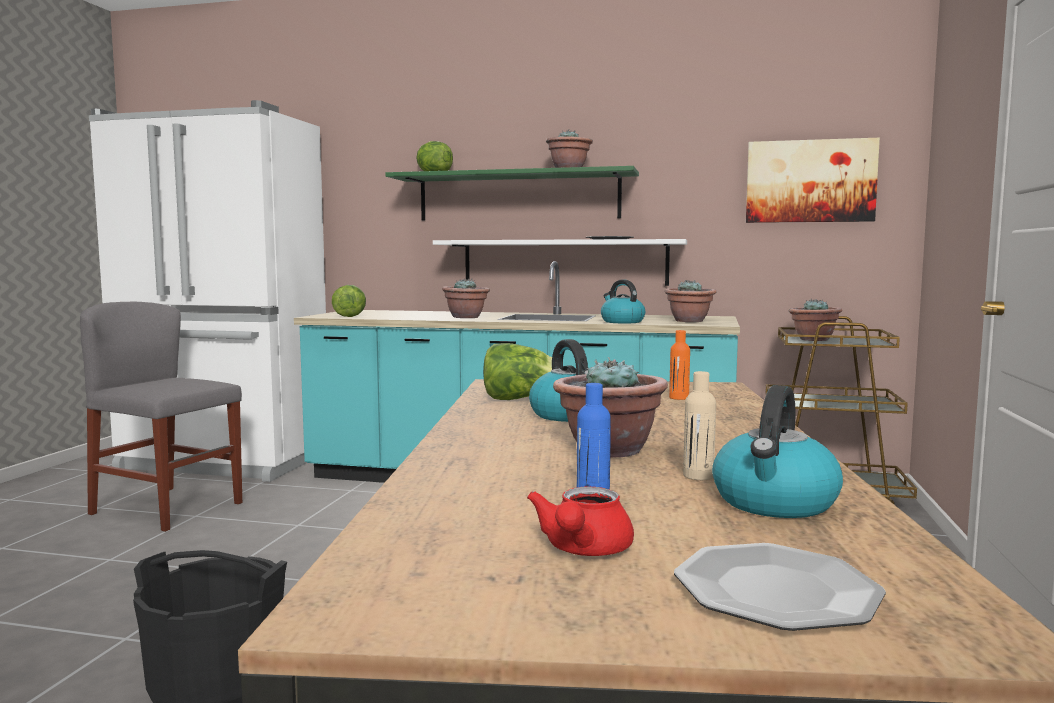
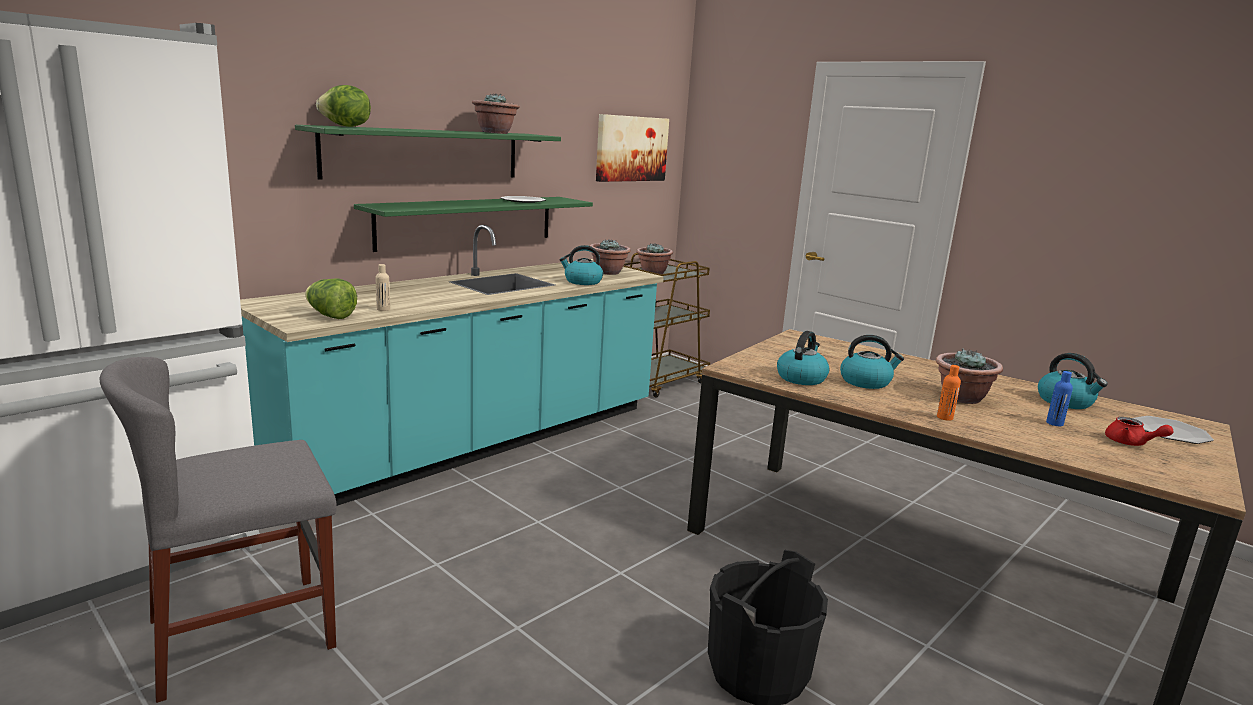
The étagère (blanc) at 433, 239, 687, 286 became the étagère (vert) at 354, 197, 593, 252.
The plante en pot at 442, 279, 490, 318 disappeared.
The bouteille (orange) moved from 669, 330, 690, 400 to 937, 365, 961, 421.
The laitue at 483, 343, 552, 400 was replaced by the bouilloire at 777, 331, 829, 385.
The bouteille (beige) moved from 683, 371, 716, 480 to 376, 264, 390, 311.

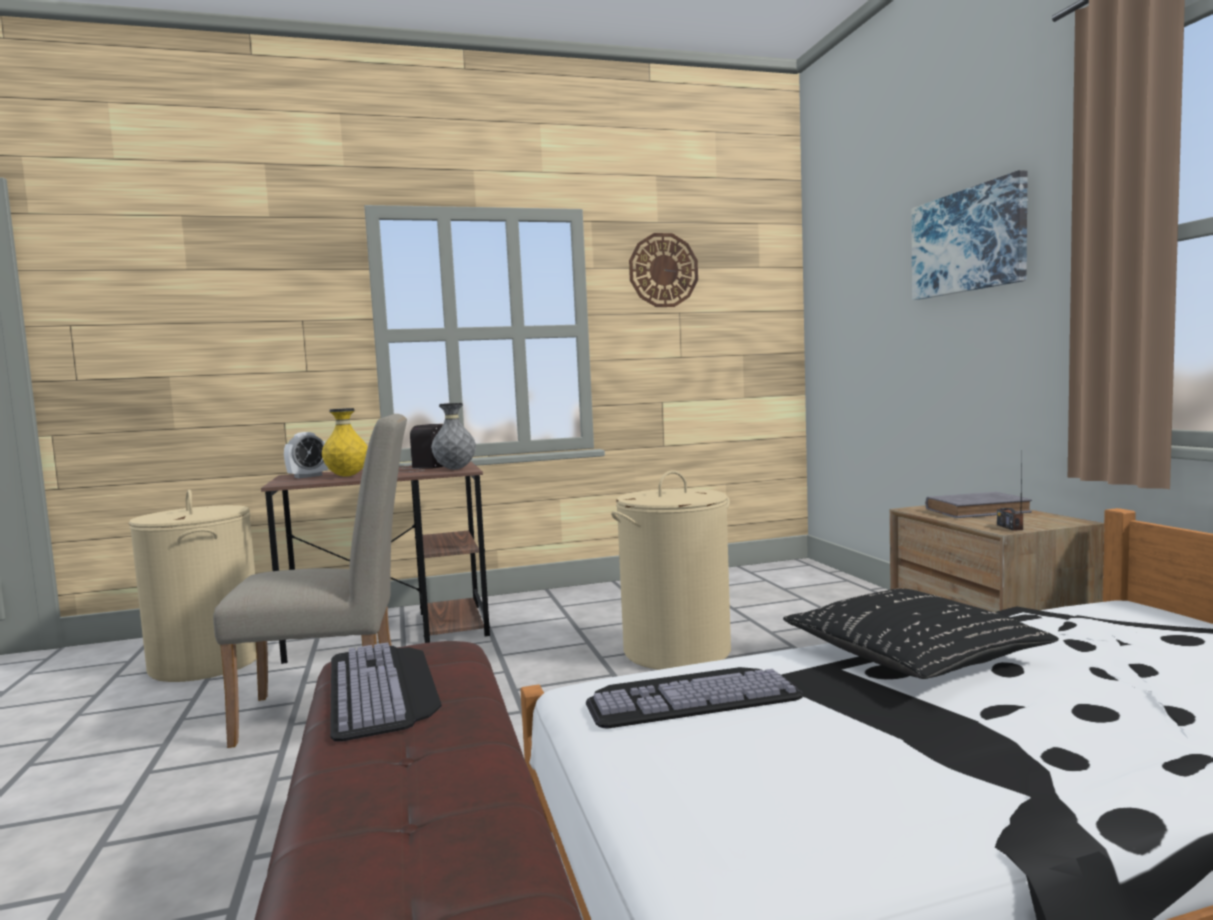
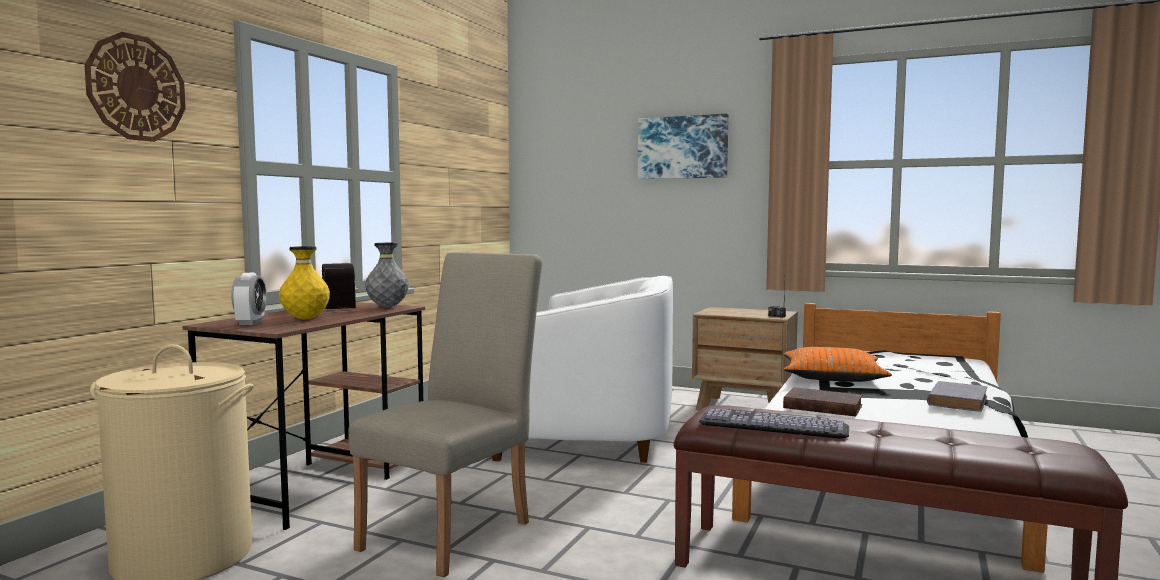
The horloge murale moved from 629, 233, 698, 307 to 84, 32, 186, 142.
The panier à linge (beige) at 611, 470, 731, 670 was replaced by the fauteuil (blanc) at 492, 276, 673, 463.
The livre (gris) moved from 926, 492, 1032, 518 to 927, 381, 988, 412.
The coussin (noir) at 783, 588, 1059, 679 became the coussin (orange) at 783, 347, 892, 382.
The clavier at 586, 667, 803, 728 was replaced by the livre (marron) at 783, 387, 863, 417.

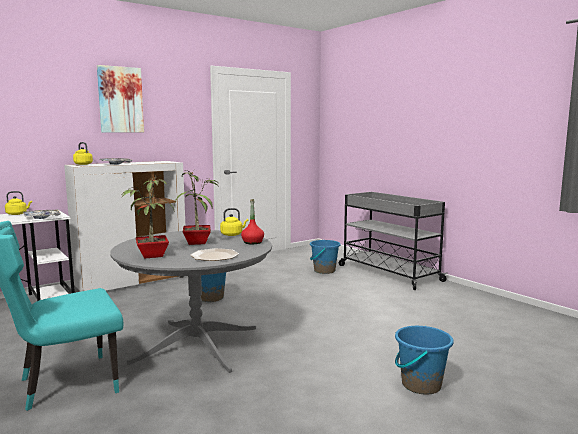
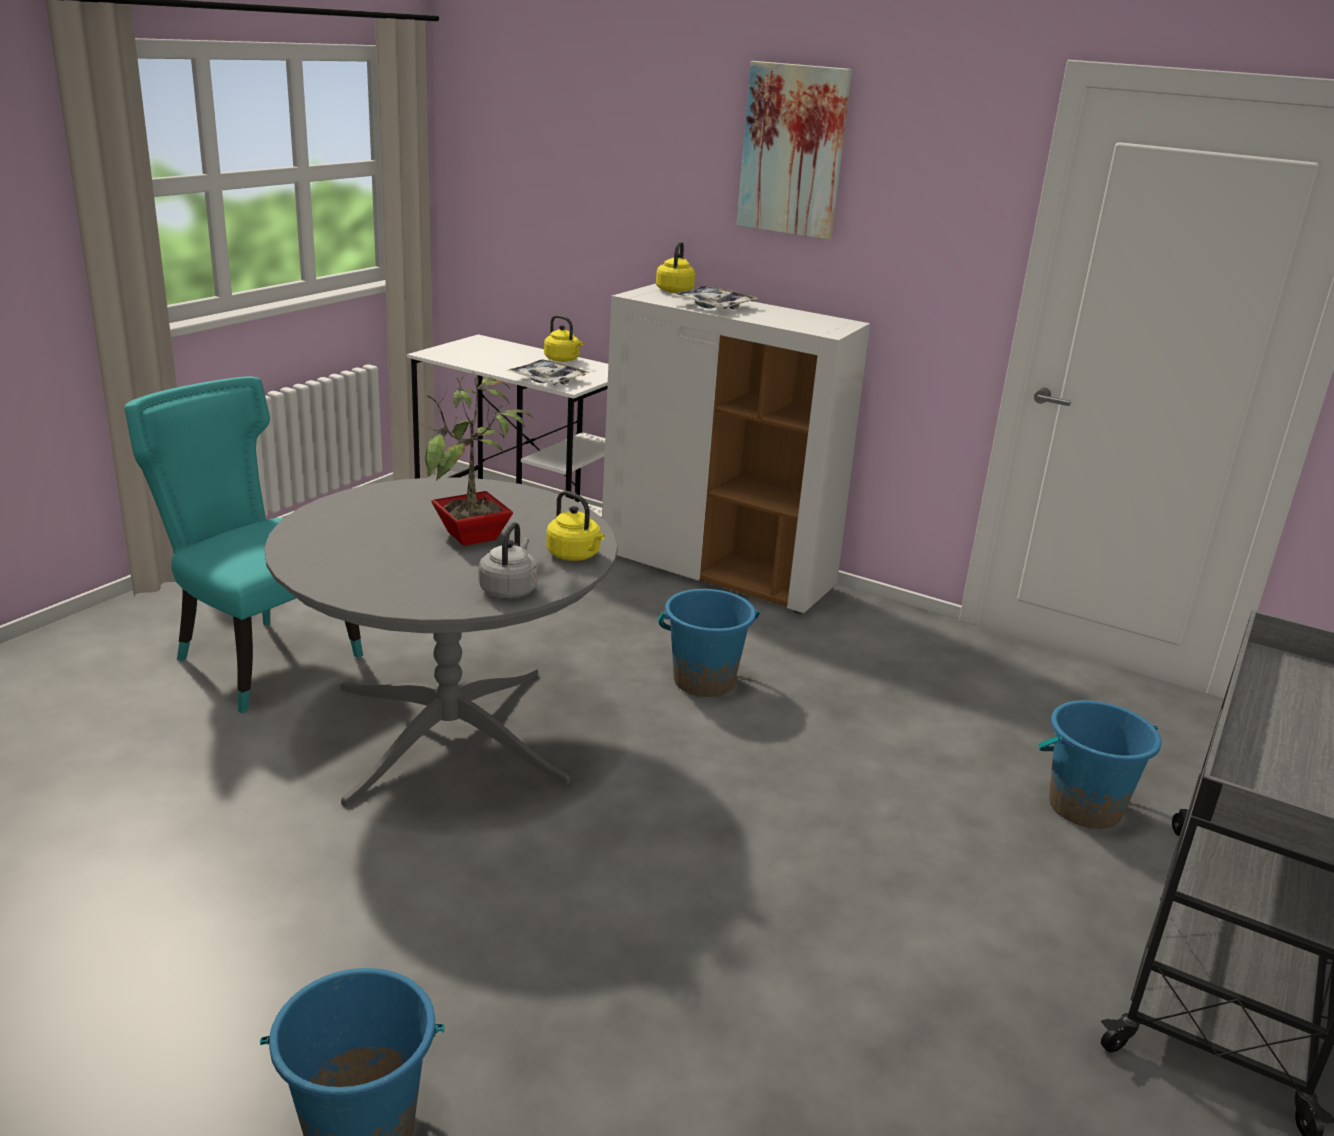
The plante en pot at 121, 175, 175, 259 disappeared.
The bouteille (rouge) at 241, 199, 264, 244 was replaced by the bouilloire (gris) at 479, 522, 538, 599.
The assiette at 190, 248, 239, 261 disappeared.

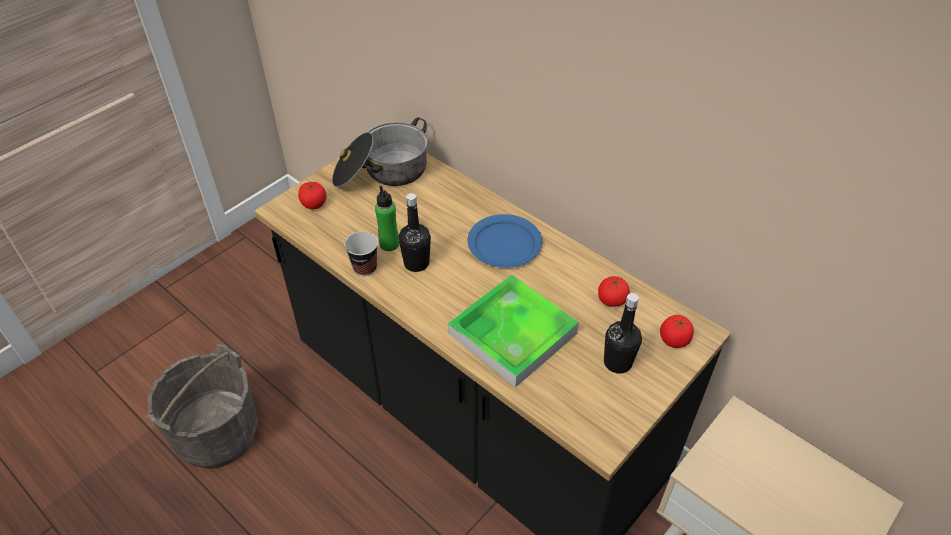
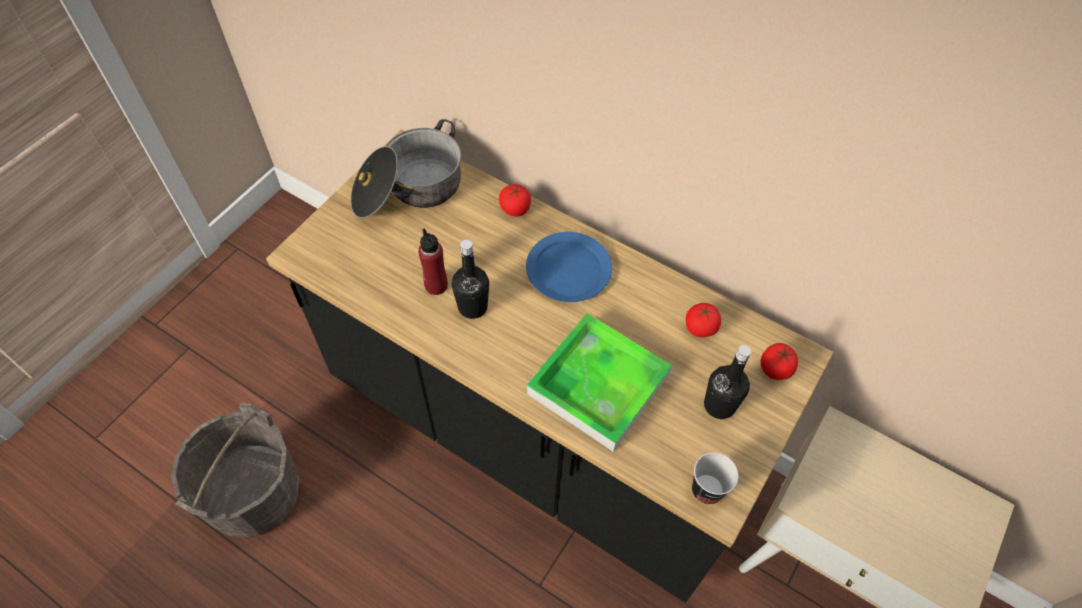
The tomate moved from 298, 182, 326, 210 to 499, 184, 531, 217.
The bouteille (vert) at 375, 186, 399, 251 became the bouteille (rouge) at 418, 228, 448, 295.
The tasse moved from 345, 231, 378, 276 to 692, 452, 738, 504.

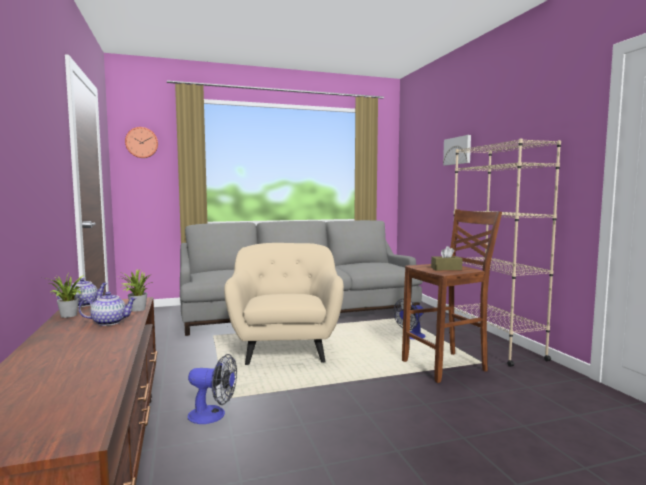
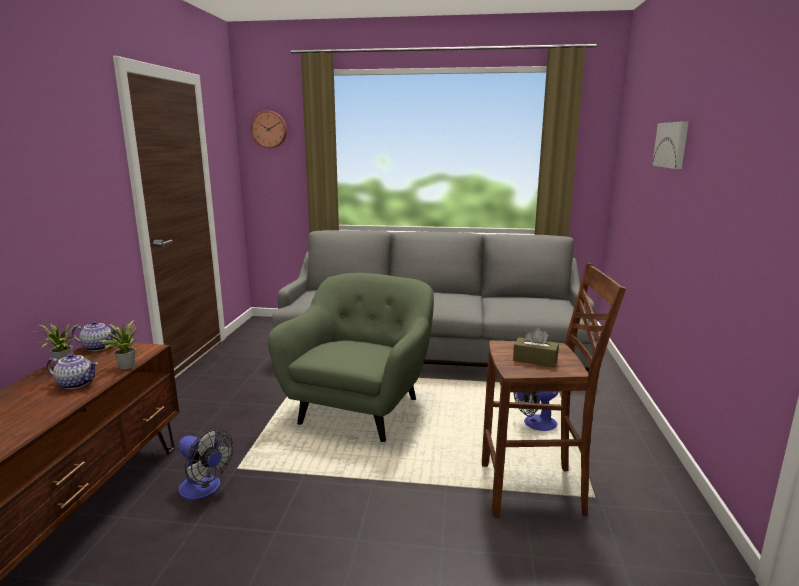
The bibliothèque (beige) at 449, 138, 561, 367 disappeared.
The fauteuil (beige) at 224, 243, 344, 365 became the fauteuil (vert) at 268, 273, 434, 442.

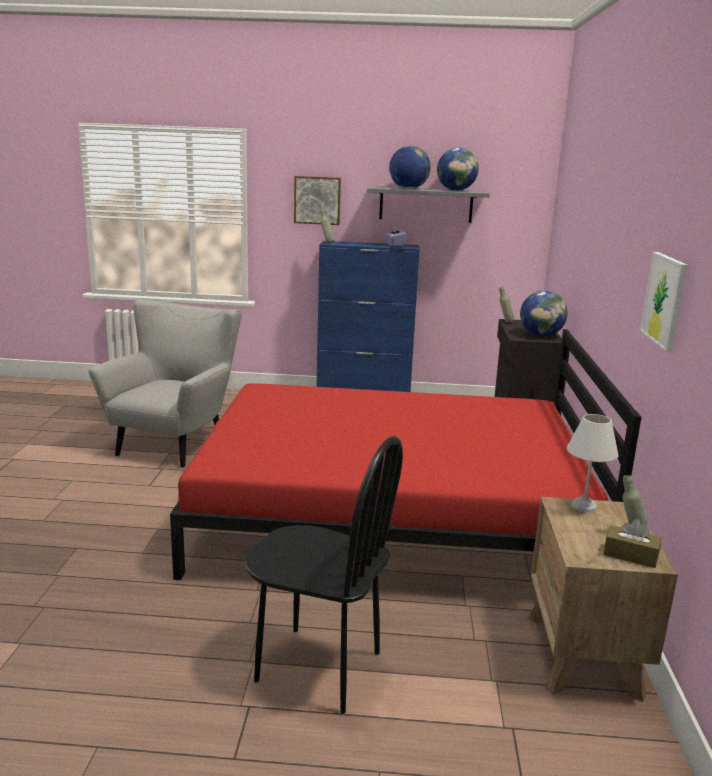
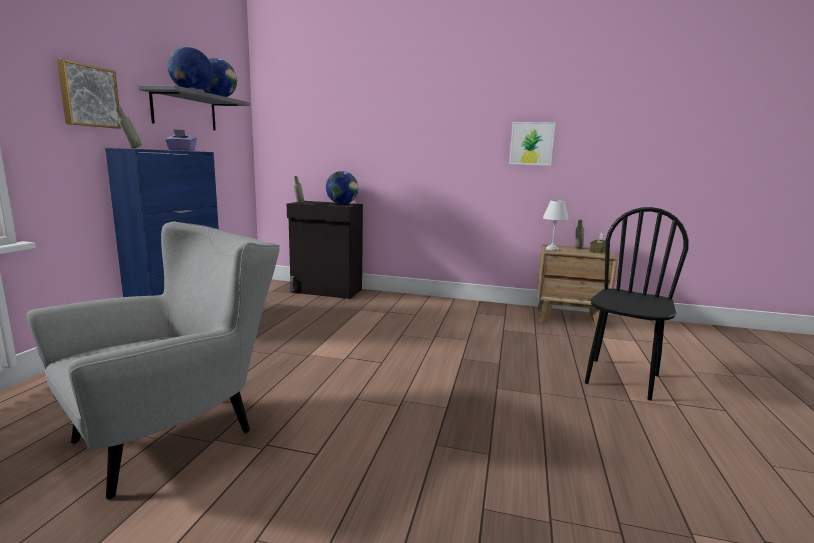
The fauteuil (gris) at 88, 299, 242, 468 turned 105 degrees clockwise.
The lit (rouge) at 170, 329, 642, 580 disappeared.

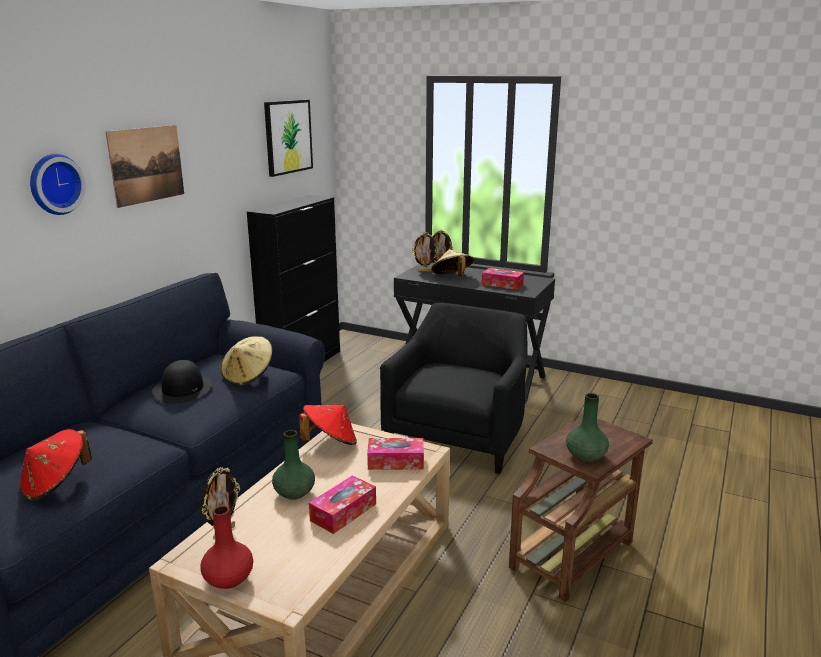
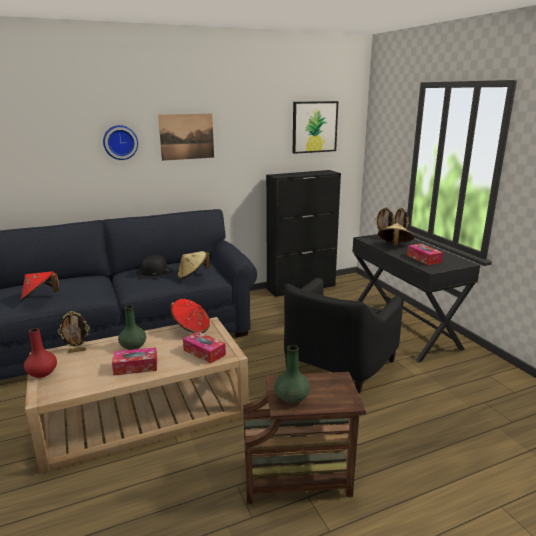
The fauteuil (noir) at 380, 303, 528, 474 turned 150 degrees clockwise.

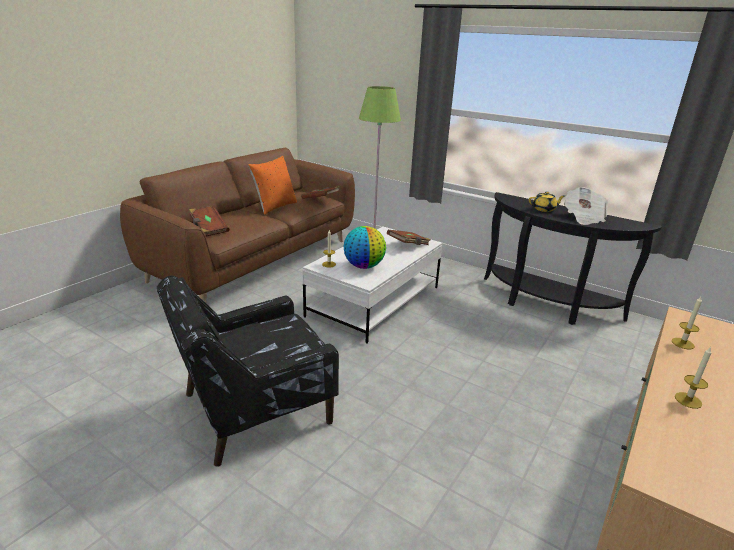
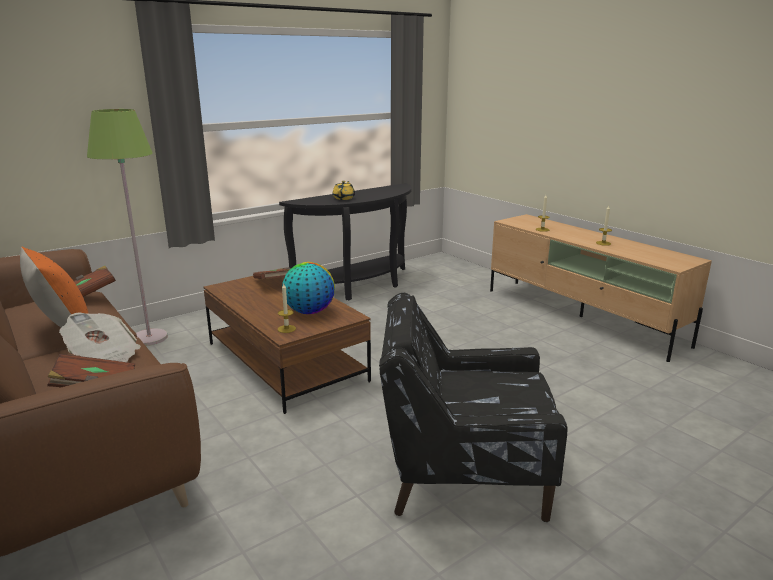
The journal moved from 564, 187, 608, 225 to 59, 312, 141, 362.
The table basse (blanc) at 303, 227, 443, 344 became the table basse (marron) at 204, 276, 371, 414.
The fauteuil (noir) at 156, 275, 339, 467 turned 105 degrees clockwise.

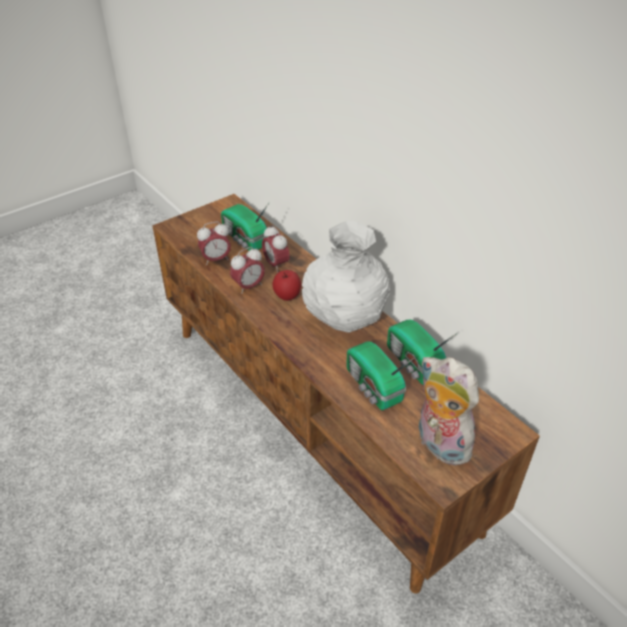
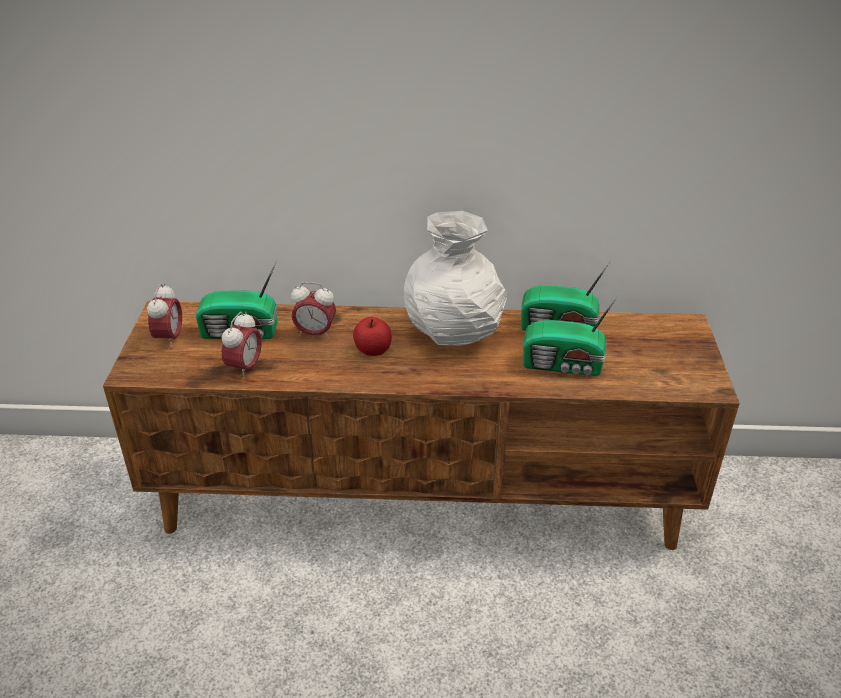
The réveil moved from 230, 247, 265, 294 to 147, 284, 182, 348.
The peluche at 419, 357, 479, 466 disappeared.

